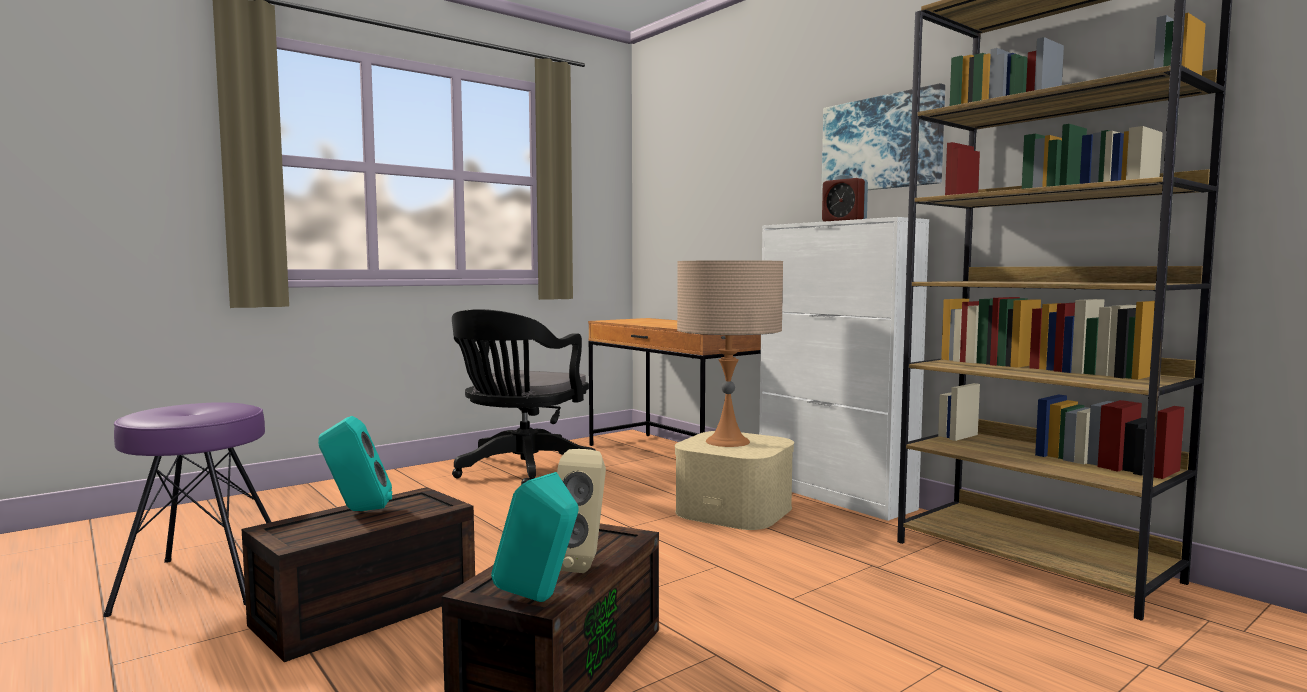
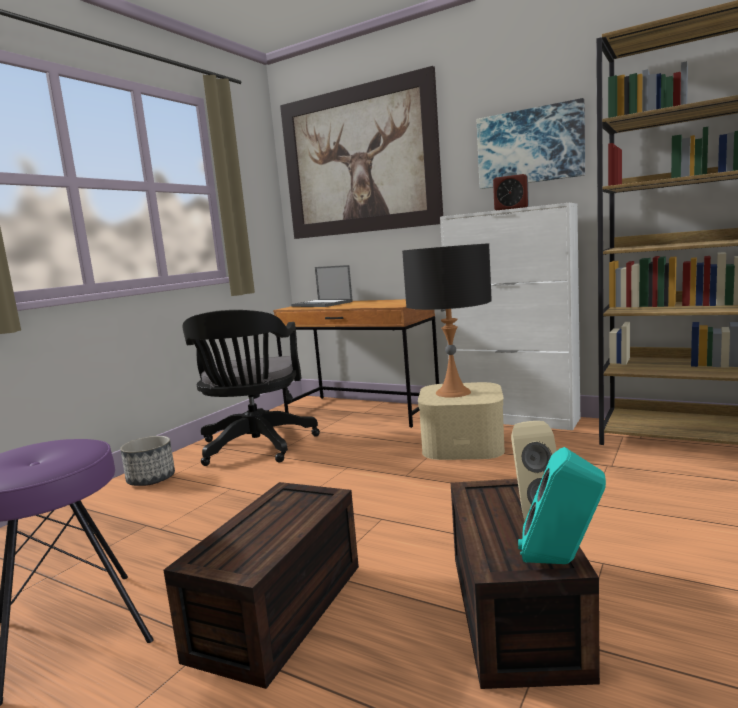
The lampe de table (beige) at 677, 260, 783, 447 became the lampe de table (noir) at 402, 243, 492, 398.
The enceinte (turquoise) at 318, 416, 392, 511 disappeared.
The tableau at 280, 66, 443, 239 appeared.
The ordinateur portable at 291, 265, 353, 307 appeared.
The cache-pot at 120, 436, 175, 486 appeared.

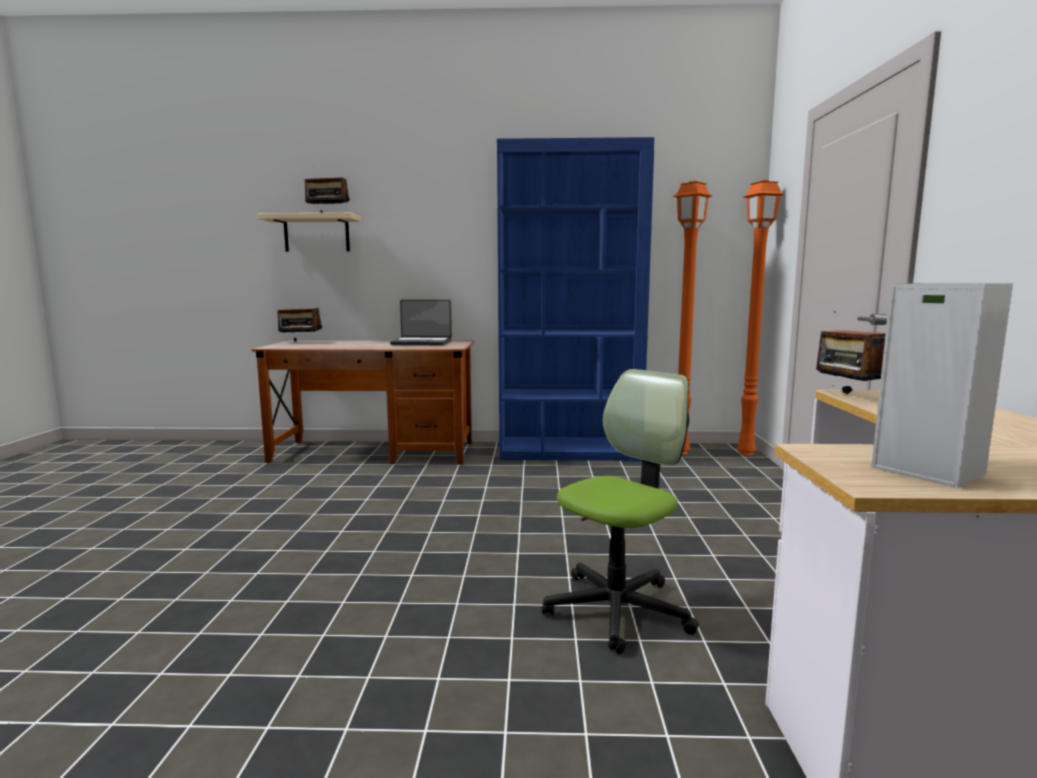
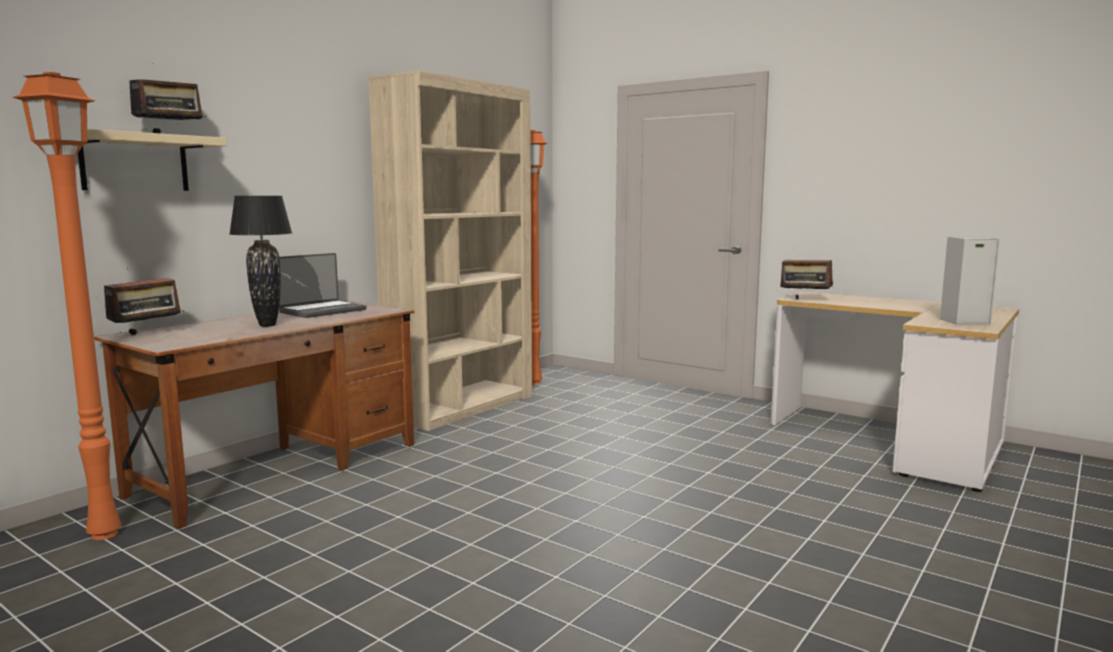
The bibliothèque (bleu) at 497, 137, 654, 462 became the bibliothèque (beige) at 368, 70, 532, 431.
The lampadaire (orange) moved from 737, 180, 784, 455 to 12, 72, 122, 540.
The chaise de bureau at 542, 369, 699, 654 disappeared.
The lampe de table (noir) at 229, 196, 292, 327 appeared.

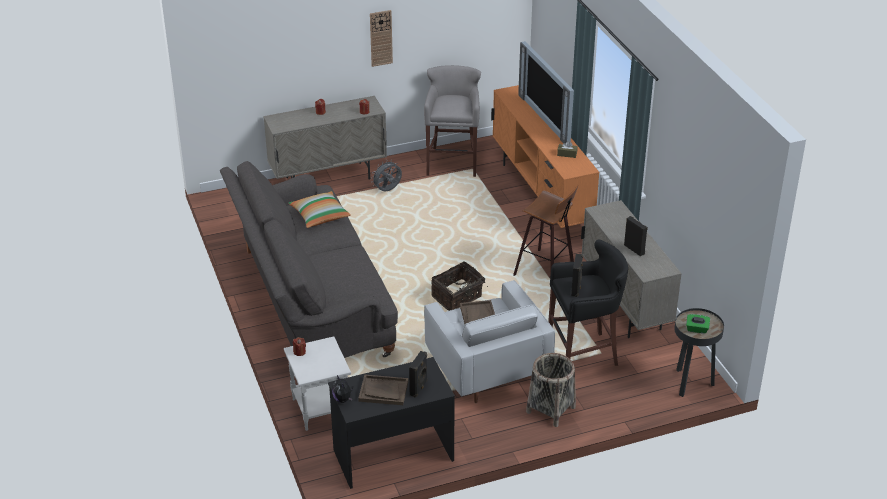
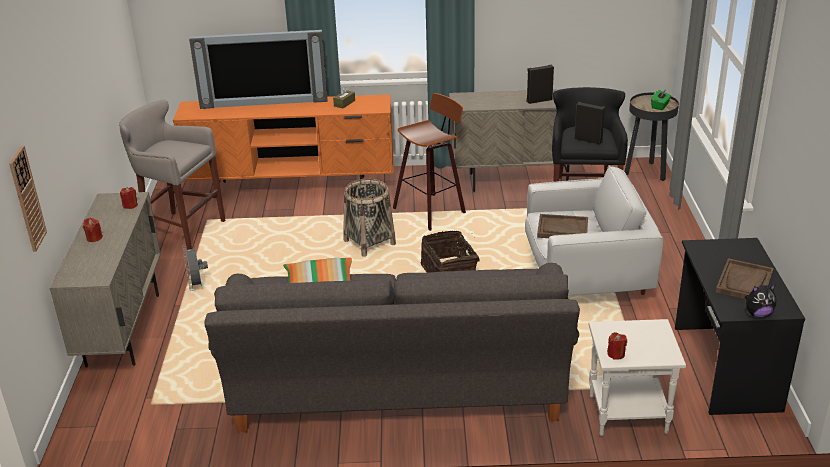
The horloge murale moved from 370, 10, 393, 67 to 9, 146, 47, 252.
The enceinte (noir) at 409, 351, 427, 398 disappeared.
The panier moved from 526, 353, 576, 427 to 343, 179, 396, 257.

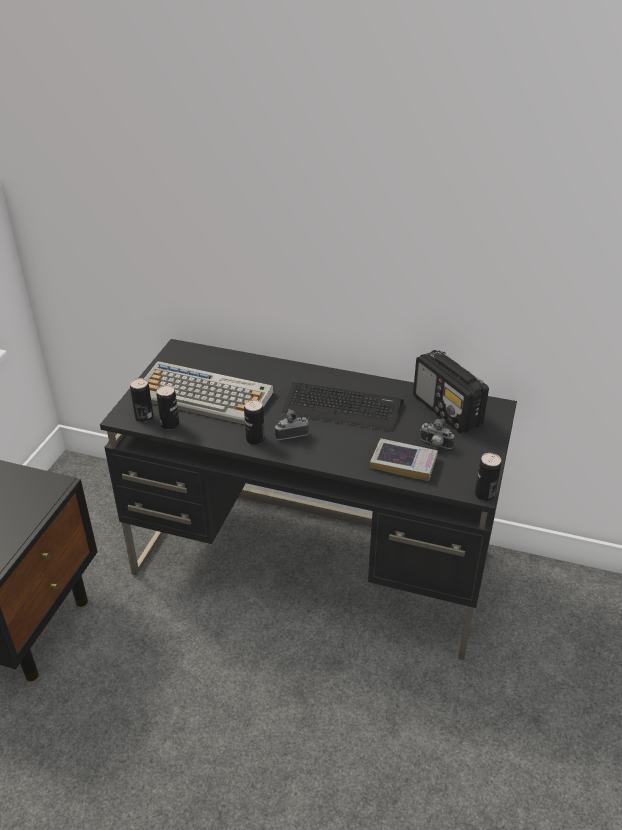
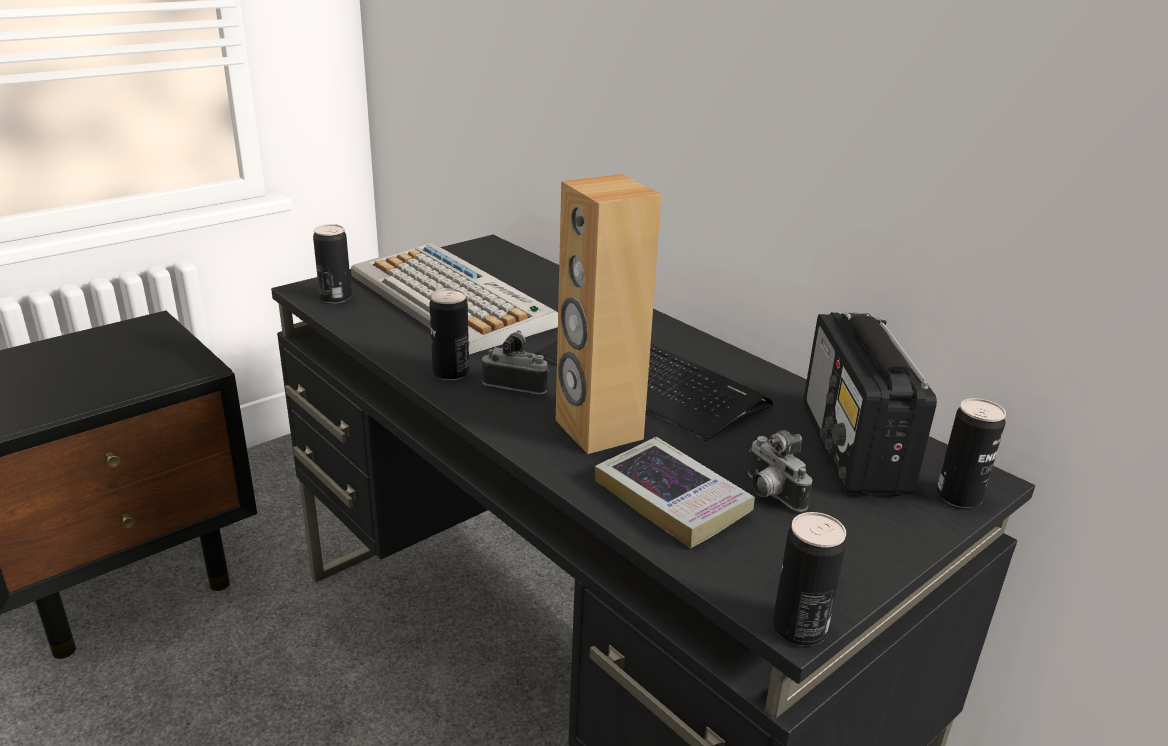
The boîte métallique moved from 156, 385, 179, 430 to 936, 398, 1006, 508.
The enceinte (marron) at 556, 174, 661, 454 appeared.

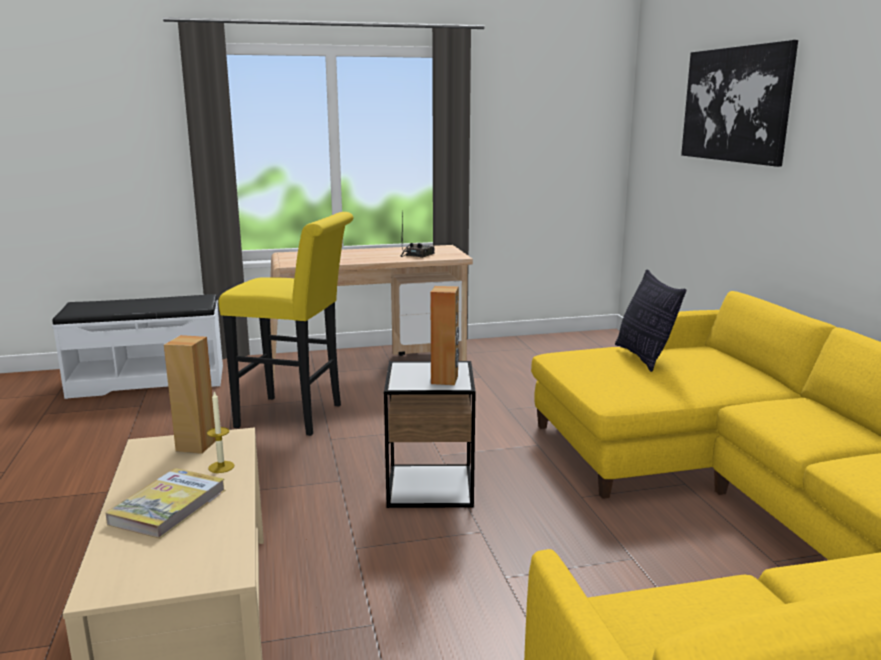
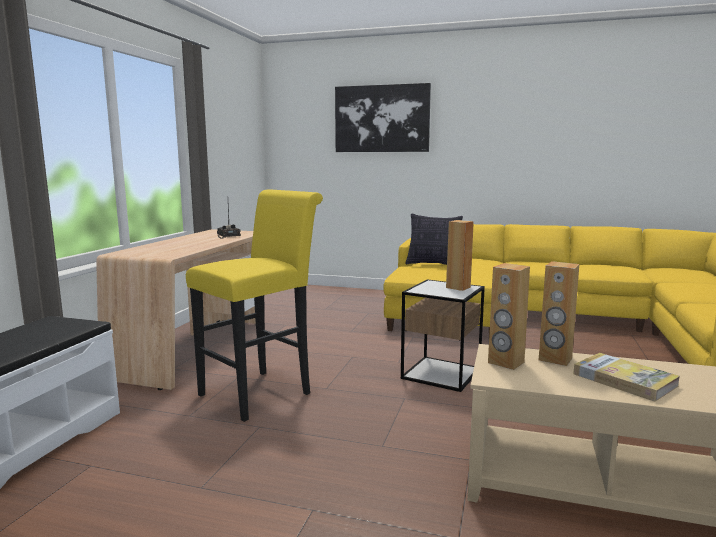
The bougie at 207, 391, 234, 473 was replaced by the enceinte (marron) at 539, 261, 579, 366.

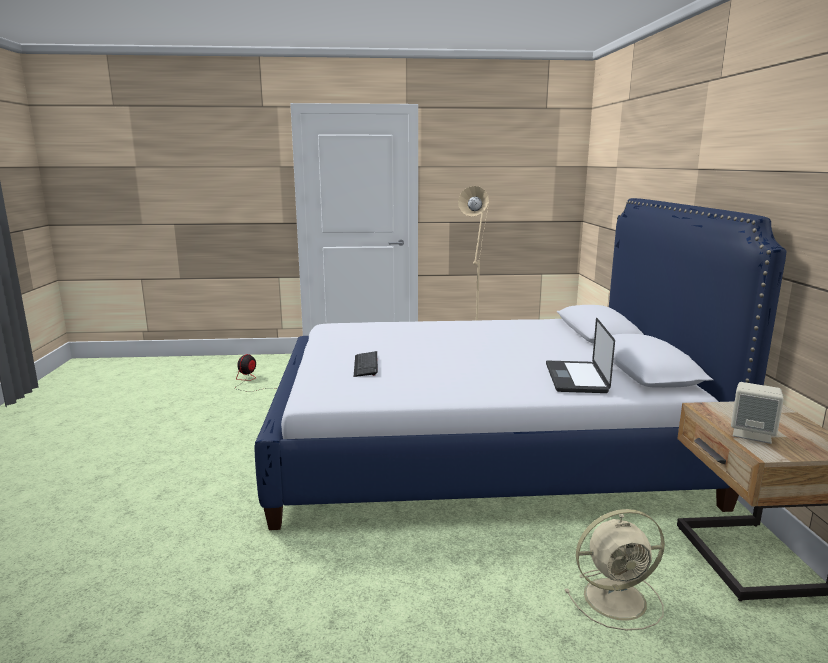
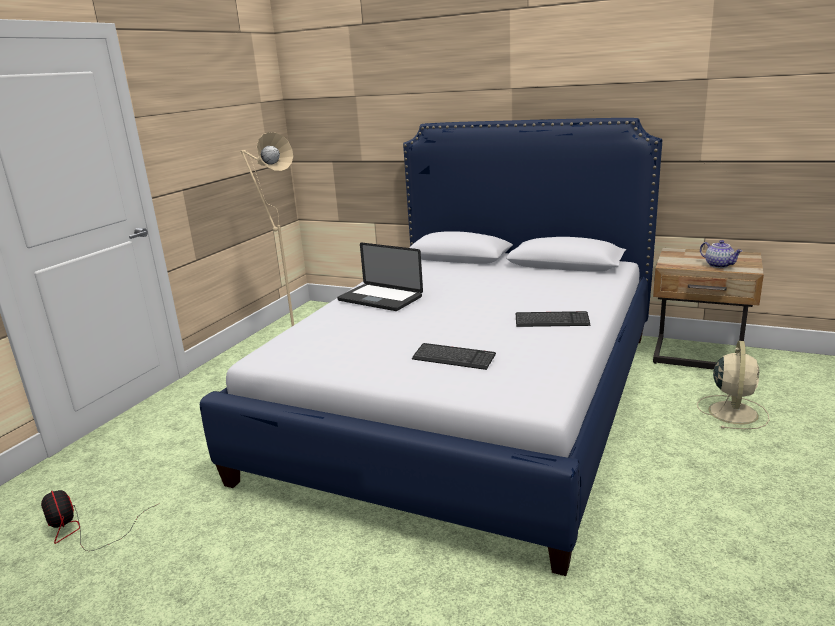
The ordinateur portable moved from 546, 318, 615, 393 to 337, 243, 423, 311.
The enceinte (beige) at 731, 382, 784, 444 was replaced by the théière at 700, 240, 742, 268.
The clavier at 516, 311, 590, 327 appeared.

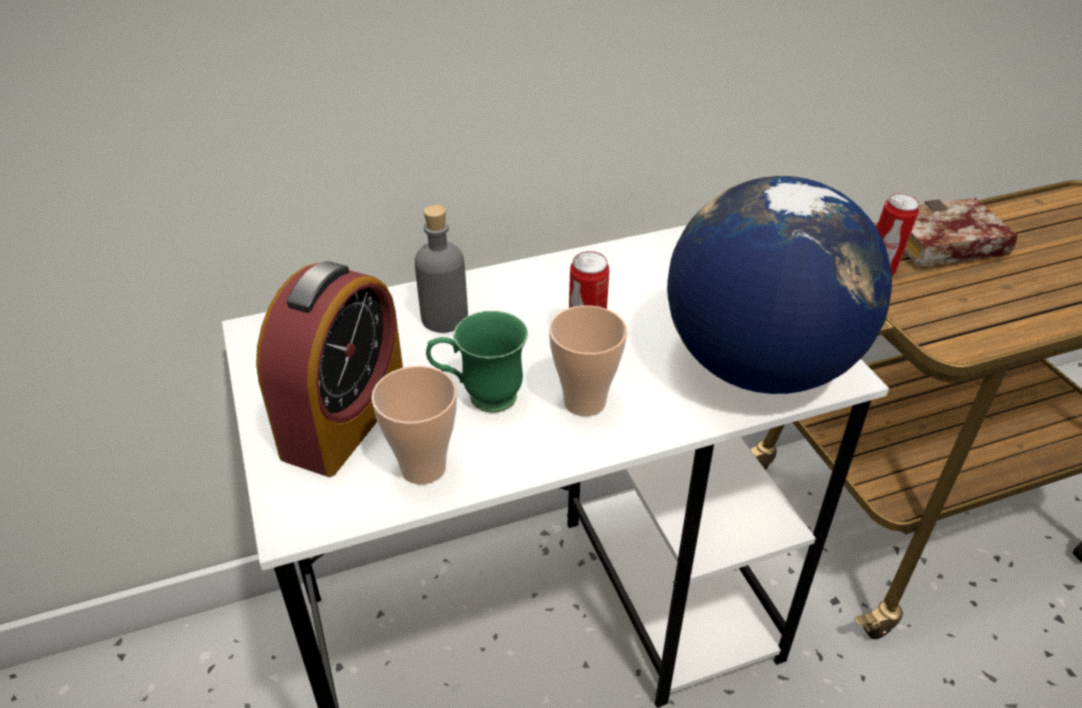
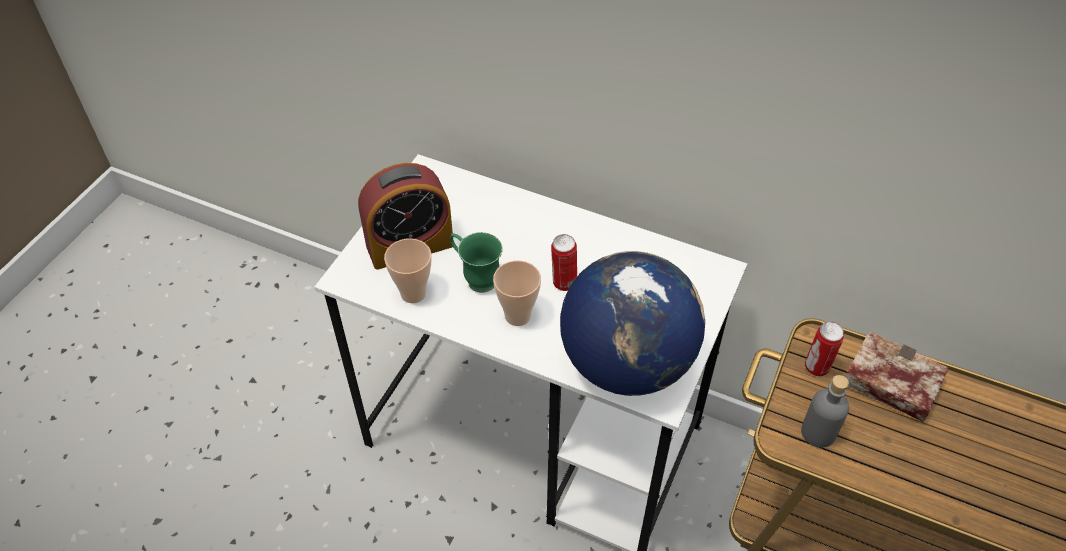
The bouteille (gris) moved from 415, 205, 468, 333 to 801, 375, 849, 448.

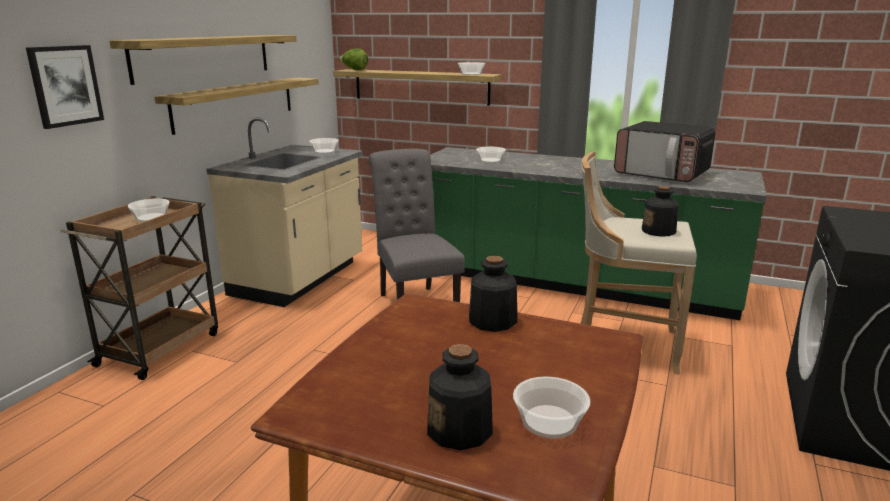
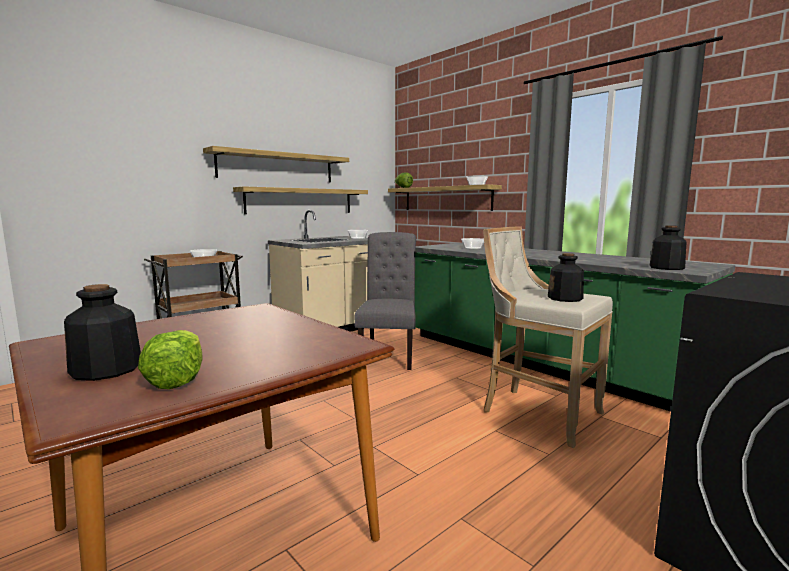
The tableau at 26, 45, 104, 129 disappeared.
The micro-ondes at 614, 121, 716, 182 disappeared.
The bouteille moved from 469, 256, 517, 332 to 650, 225, 687, 270.
The bol at 513, 377, 590, 439 was replaced by the laitue at 138, 330, 203, 389.

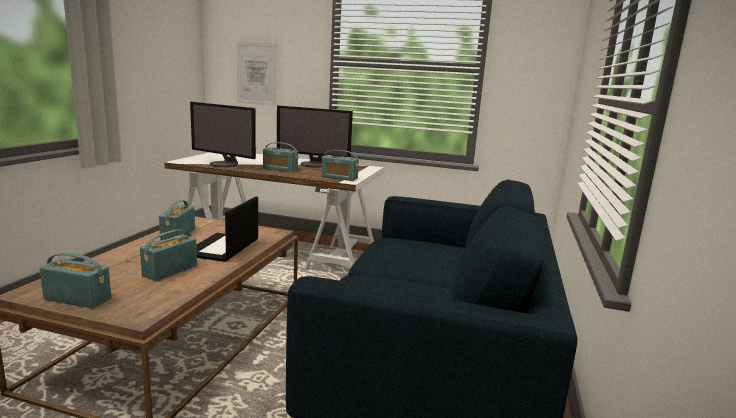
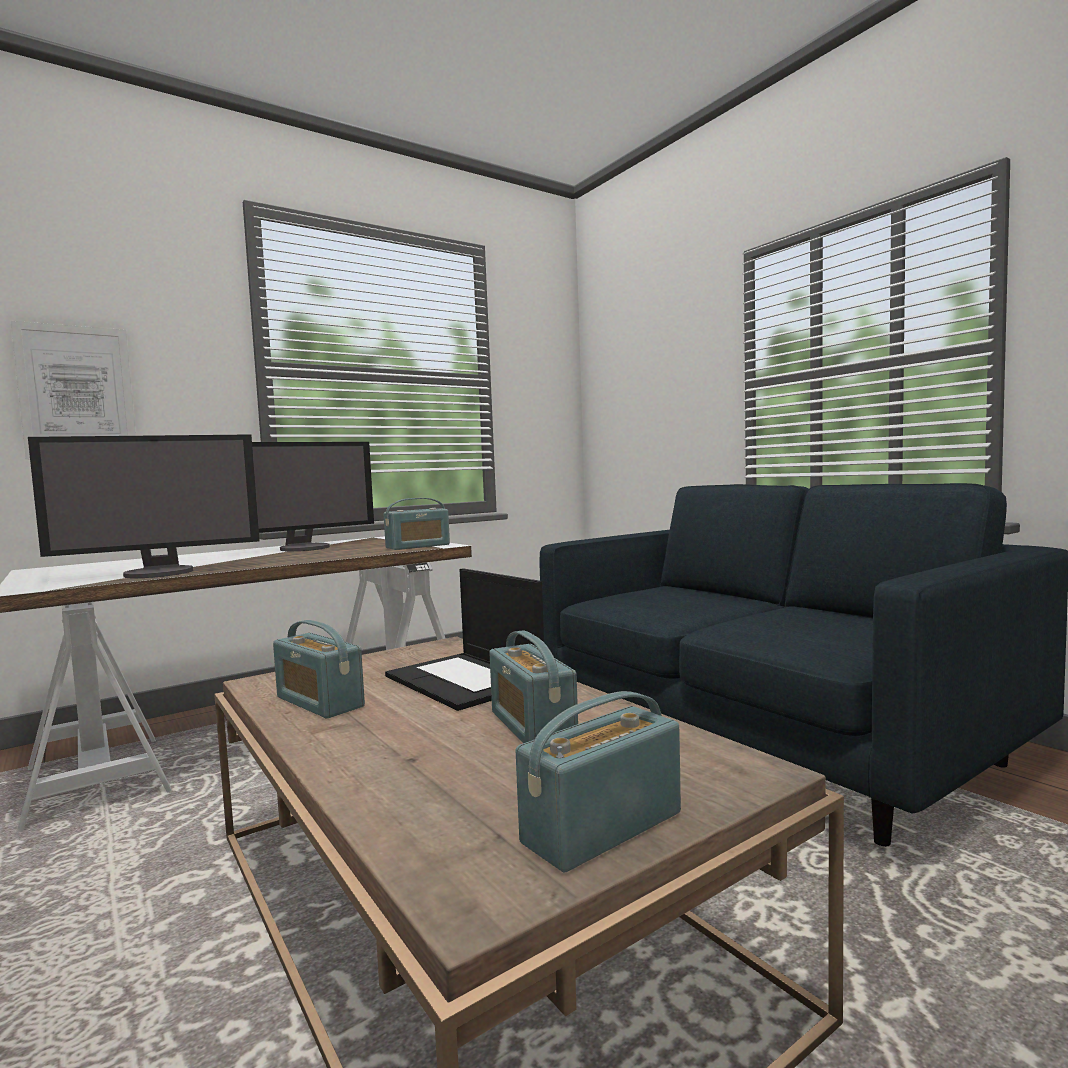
The radio at 263, 142, 298, 172 disappeared.

